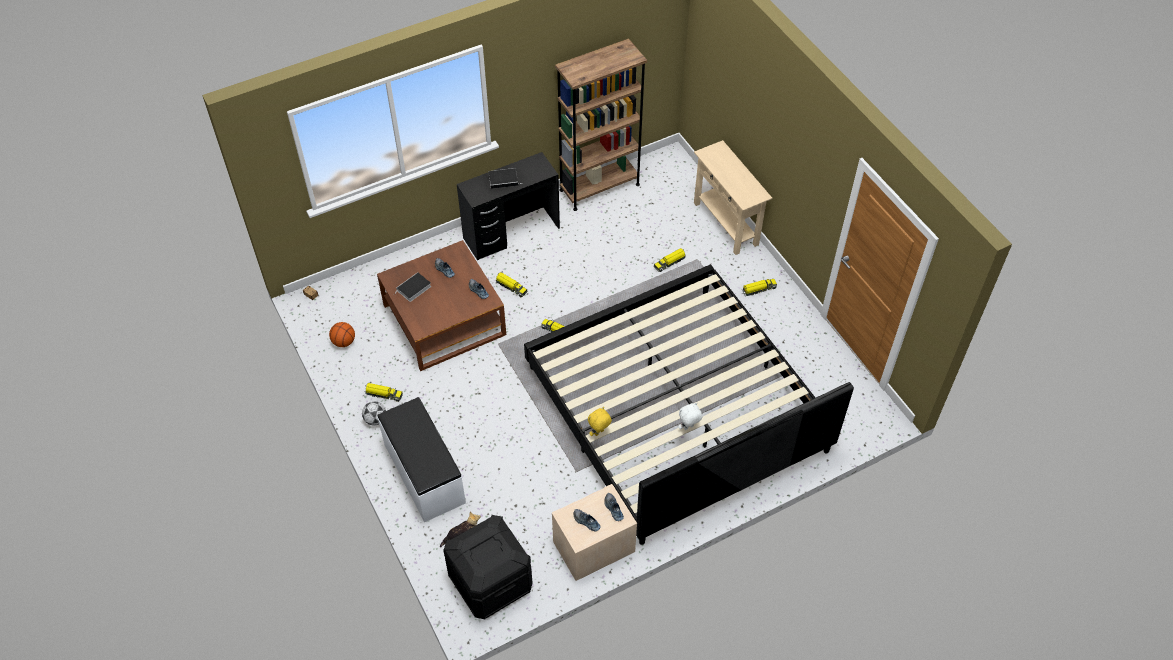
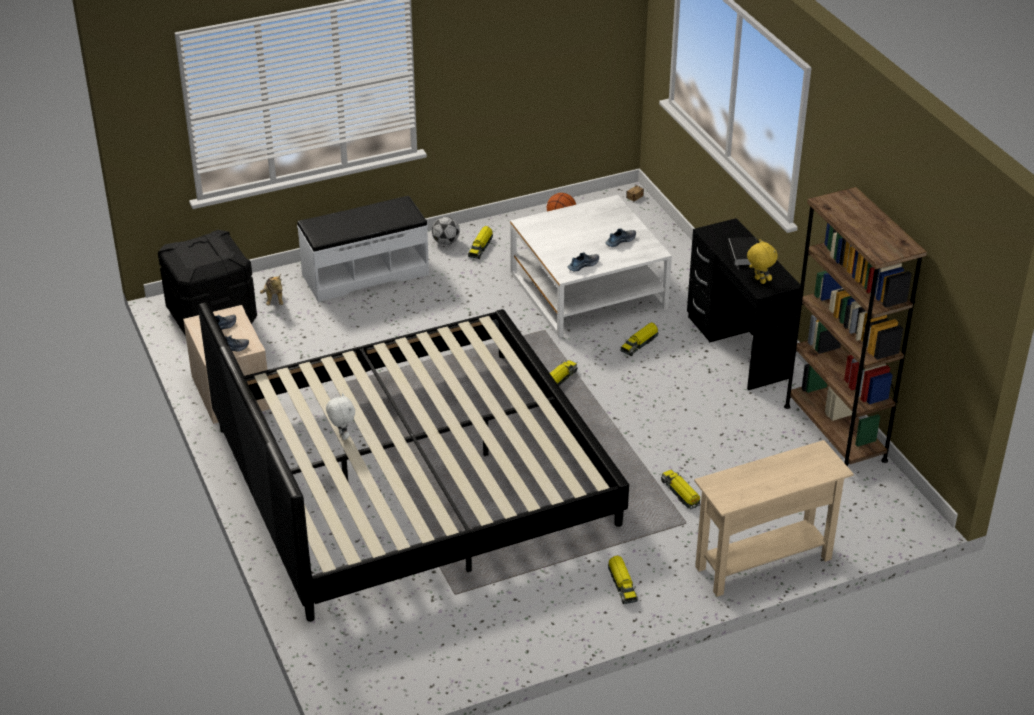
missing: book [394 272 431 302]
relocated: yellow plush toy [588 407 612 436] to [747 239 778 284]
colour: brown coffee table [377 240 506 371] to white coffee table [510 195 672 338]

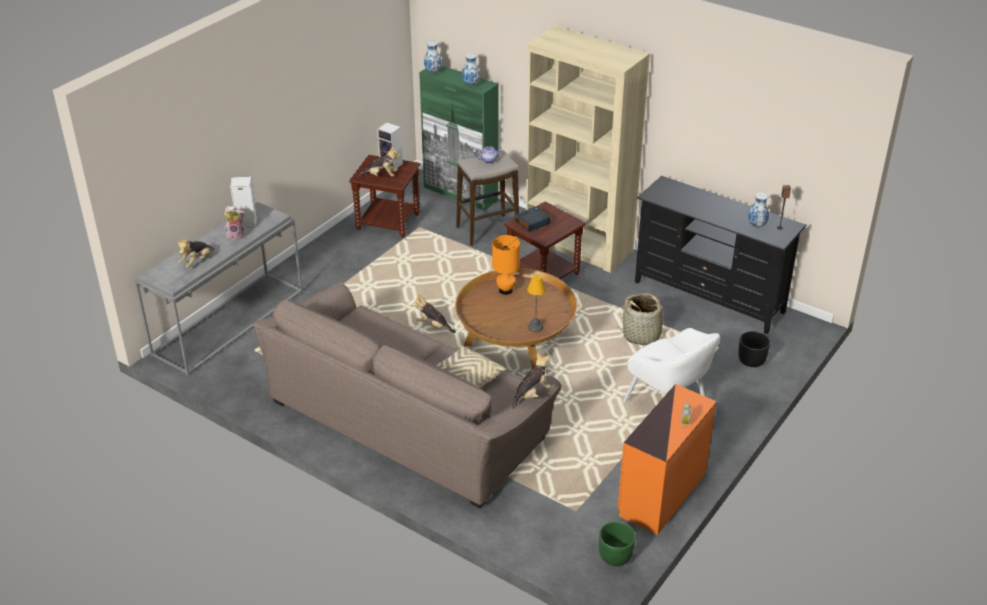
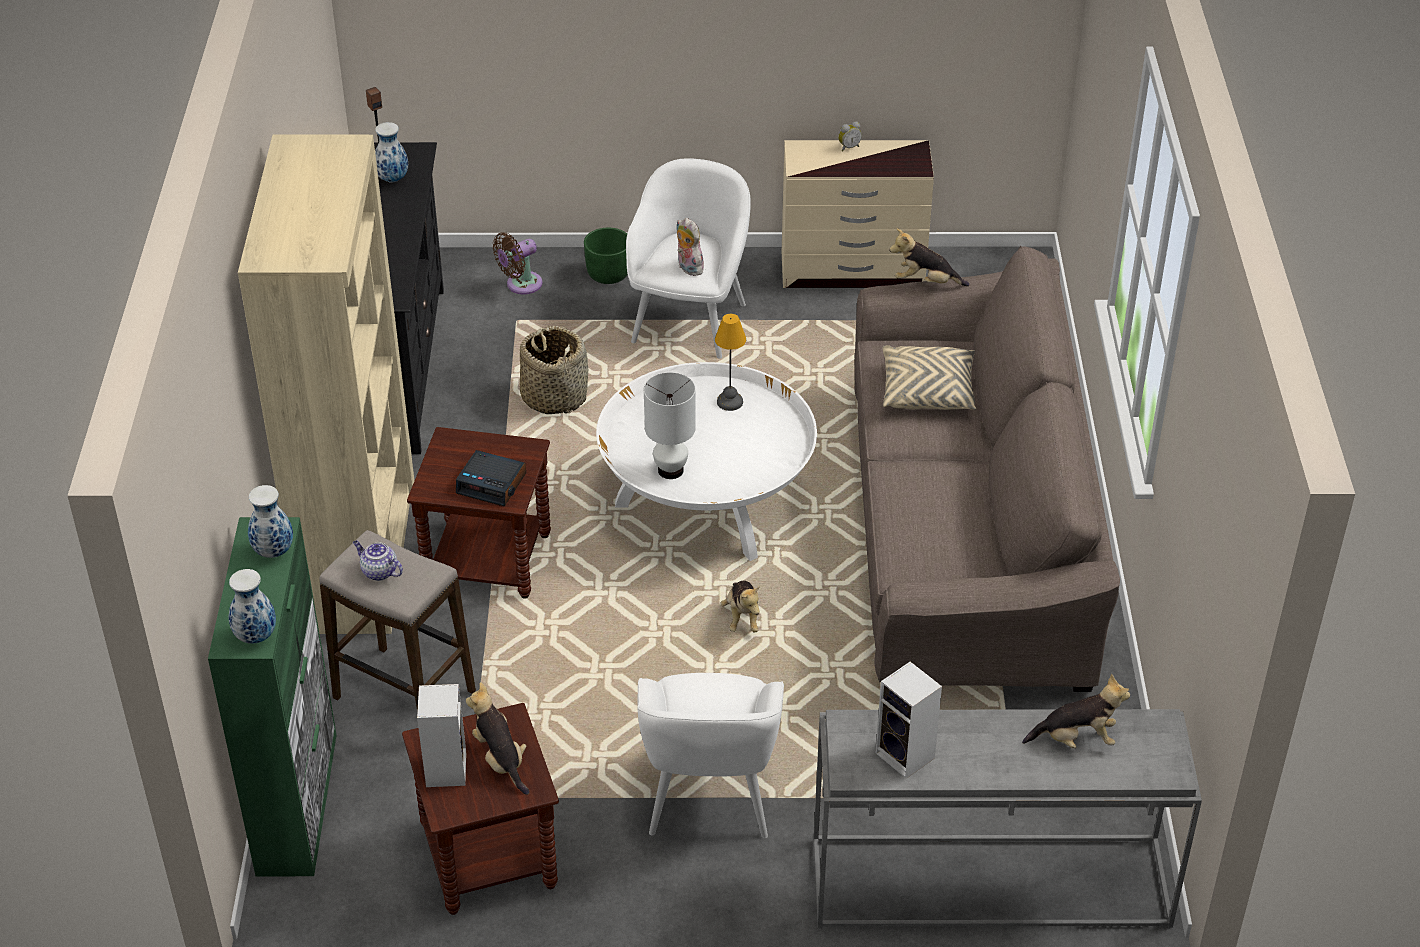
appeared: white armchair [637 673 784 838]
relocated: plush toy [224 206 245 240] to [677 218 704 276]; green planter [599 521 636 566] to [584 228 628 284]
exchanged: black planter [738 331 771 367] to brown fan [493 232 542 294]
colour: brown coffee table [455 268 577 368] to white coffee table [596 362 817 561]; orange table lamp [492 235 520 295] to white table lamp [644 372 696 479]; orange dresser [618 384 717 535] to beige dresser [782 140 934 288]

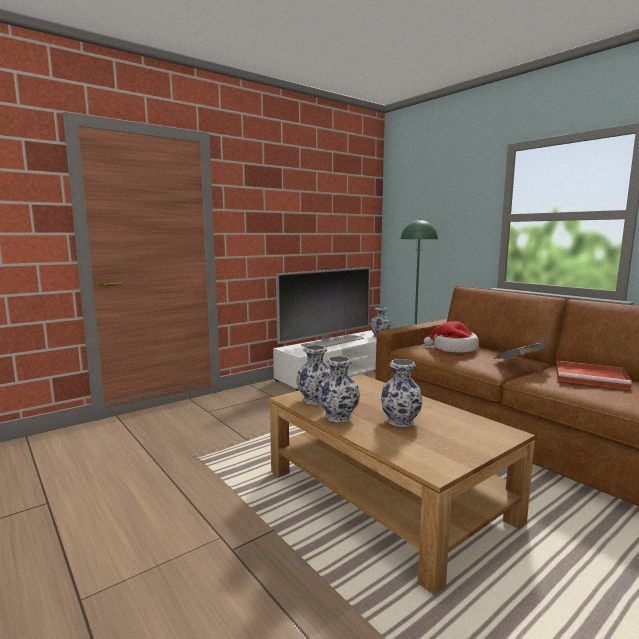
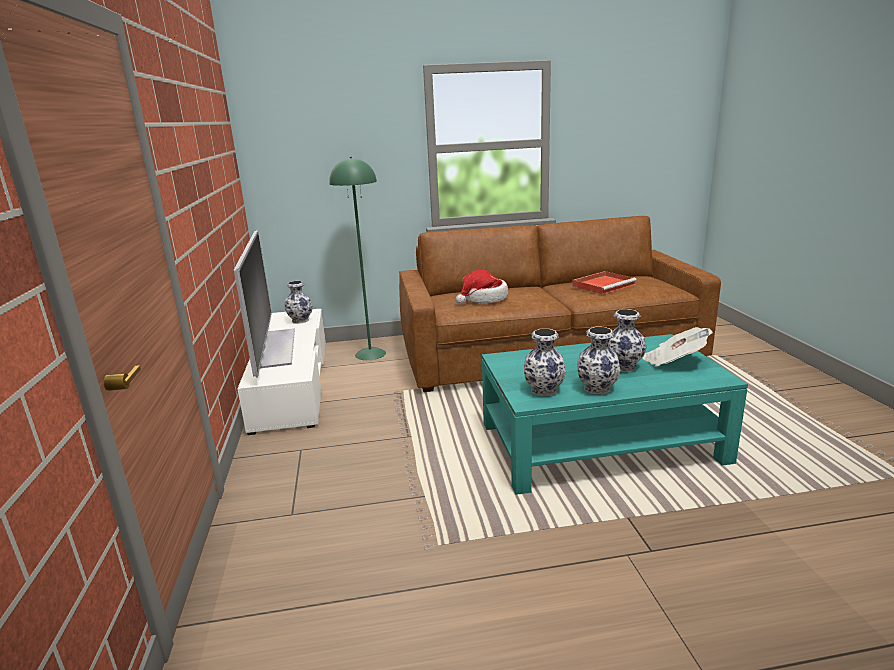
relocated: newspaper [493 342 550 359] to [642 327 713 367]
colour: brown coffee table [270 374 535 595] to turquoise coffee table [482 334 748 495]

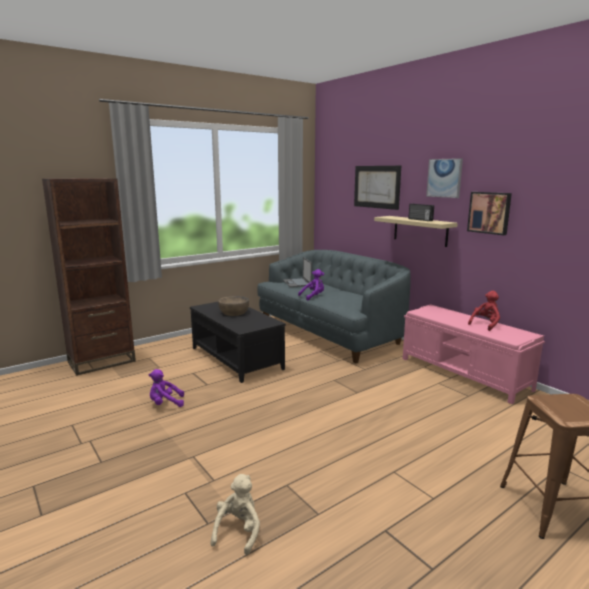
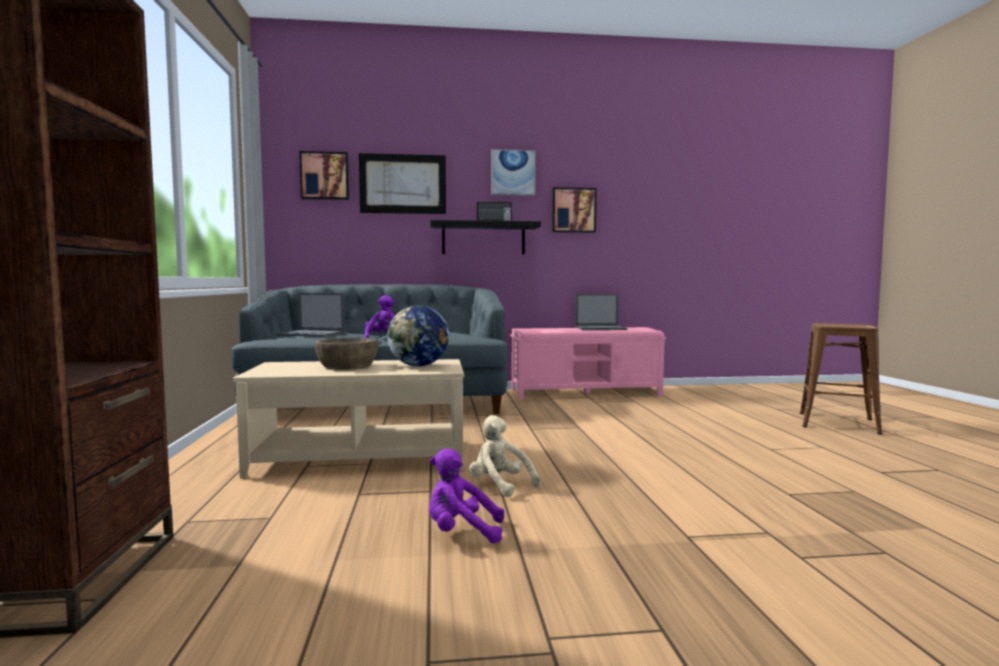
appeared: picture [299 151 349 200]; globe [387 306 449 366]
relocated: beige plush toy [211 474 260 555] to [469 415 540 497]
exchanged: red plush toy [468 291 500 331] to laptop [575 294 627 330]
colour: black coffee table [190 302 286 383] to beige coffee table [233 359 464 478]; beige shelf [374 216 458 247] to black shelf [430 220 541 254]
spun: purple plush toy [149 369 184 407] = [429 449 504 544] 75 degrees clockwise

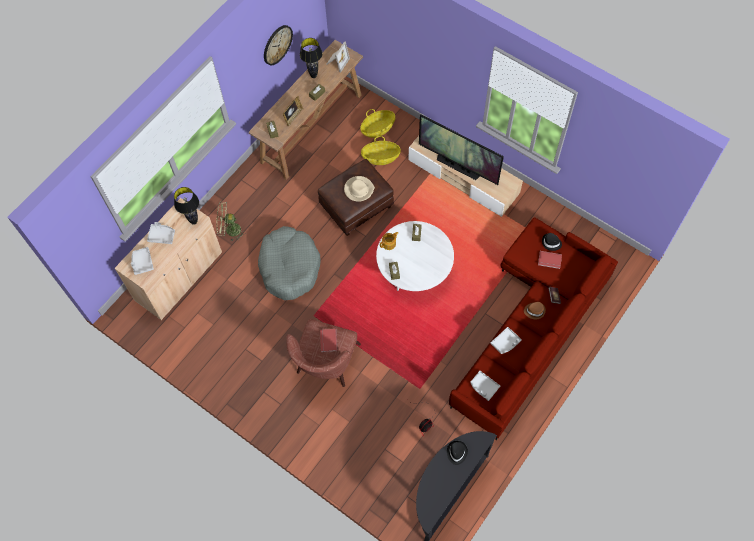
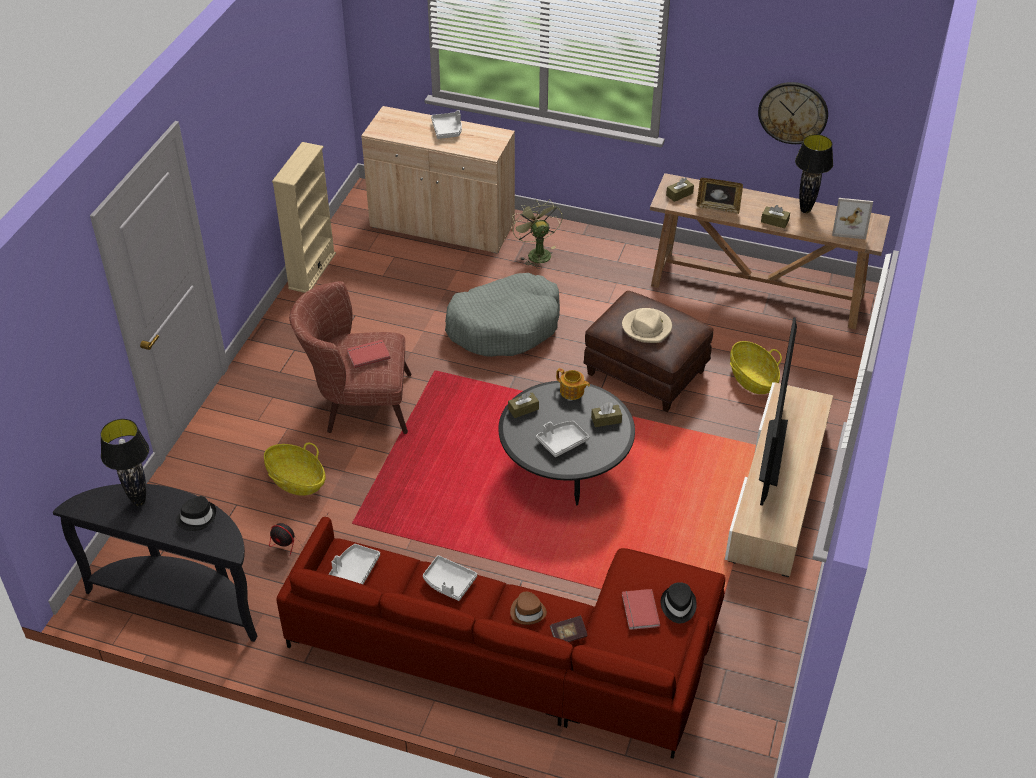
appeared: beige bookcase [272 142 336 293]
relocated: grey tray [131 247 154 275] to [536 421 589 457]; black table lamp [174 187 199 225] to [100 419 149 506]; basket [360 109 395 138] to [264 442 326 496]
colour: white coffee table [376 221 454 291] to black coffee table [498 381 635 505]

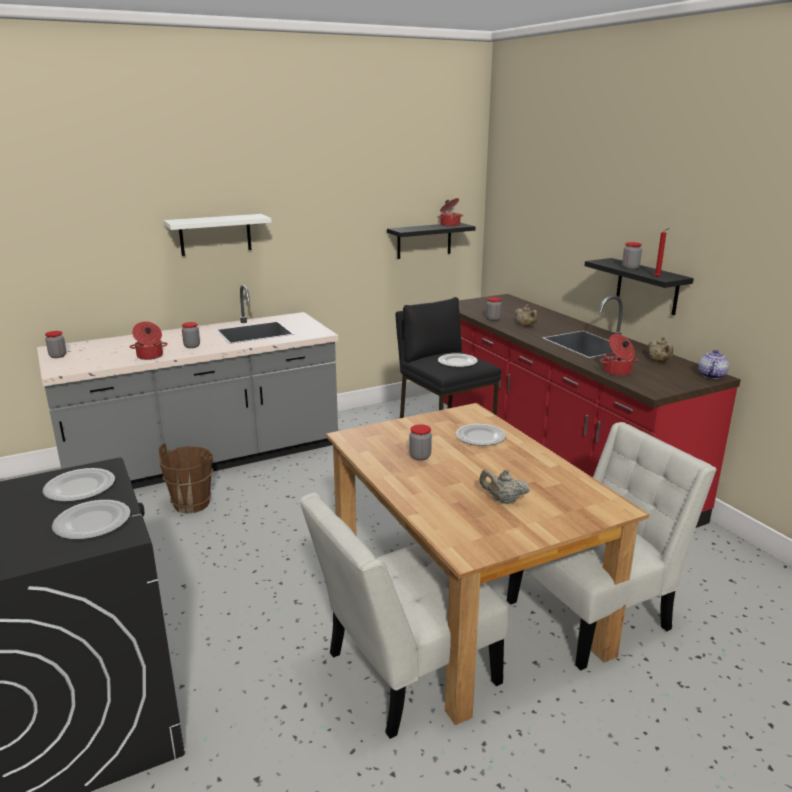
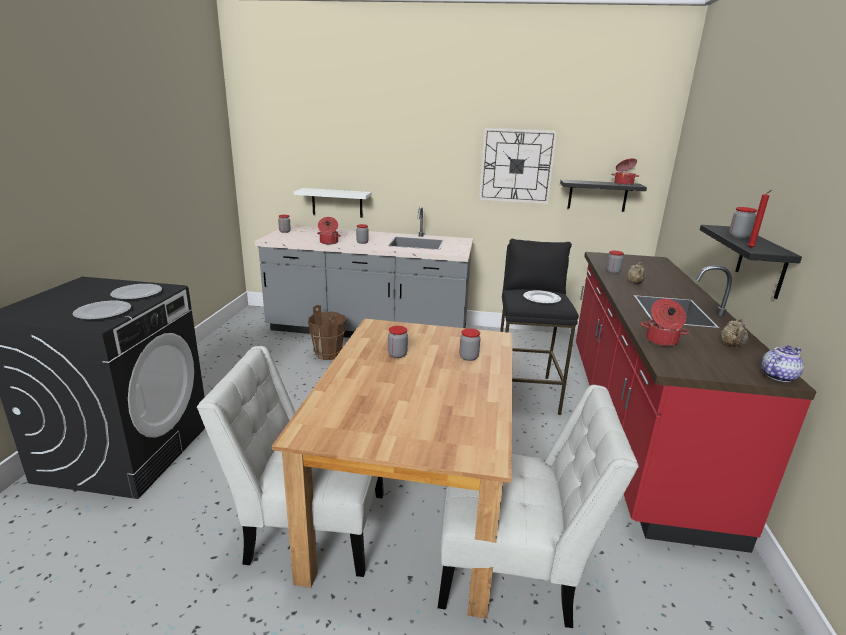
missing: beige teapot [479 469 530 504]
appeared: wall clock [479 128 557 204]
relocated: white shelf [164 214 272 256] to [294 188 372 218]
exchanged: plate [456 424 506 446] to jar [459 328 480 361]

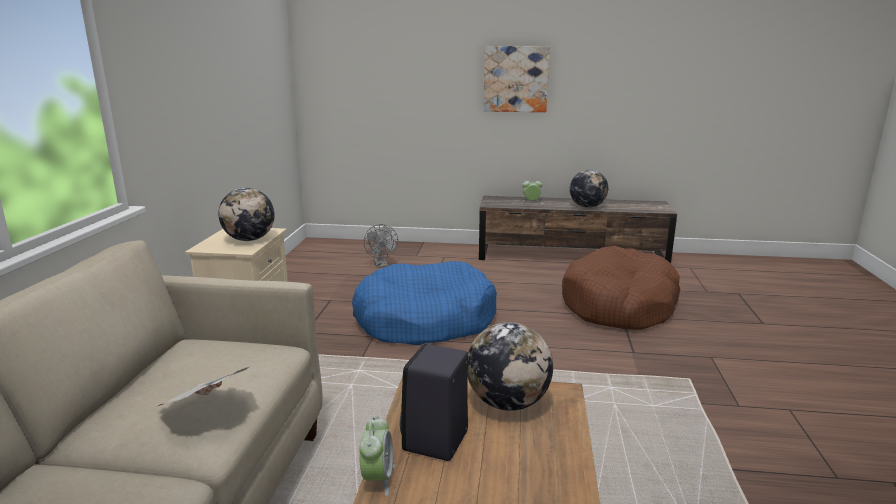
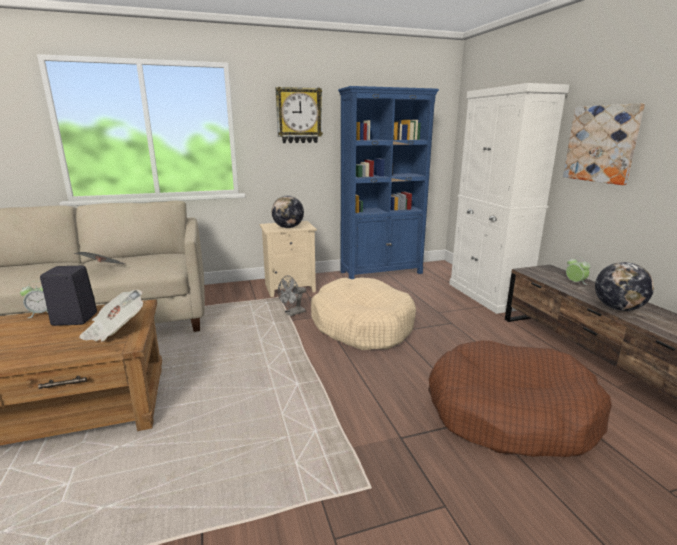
appeared: wall clock [276 87 323 143]; blue bookcase [338 86 439 279]; white cabinet [449 83 569 314]
relocated: grey fan [364 224 398 268] to [278 275 306 316]
exchanged: globe [468 322 553 411] to newspaper [79 290 143 342]
colour: blue dog bed [352 261 497 345] to beige dog bed [311 277 416 350]

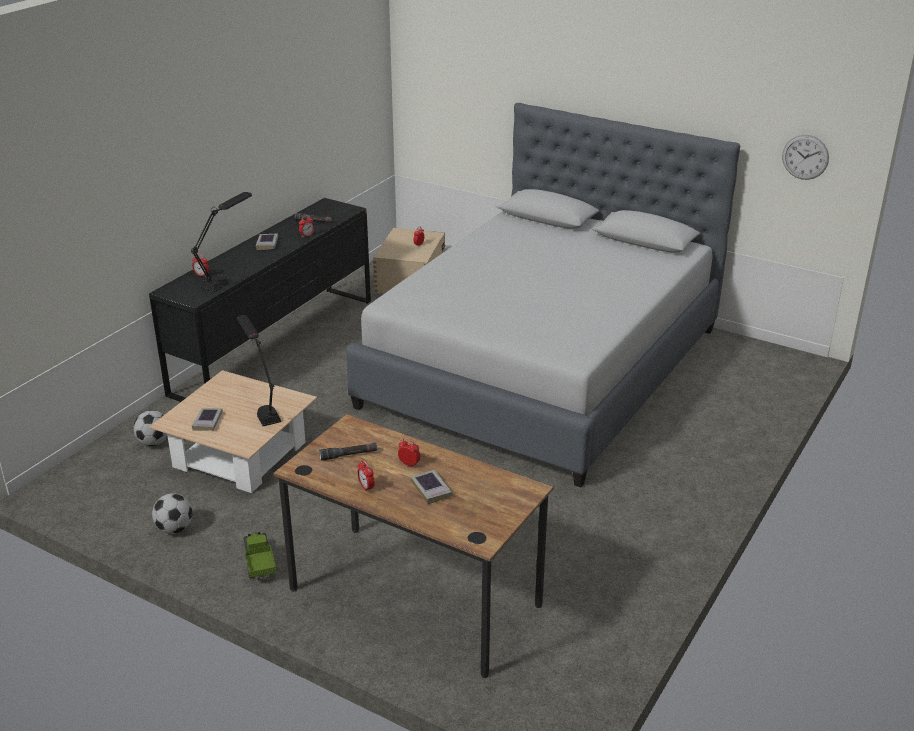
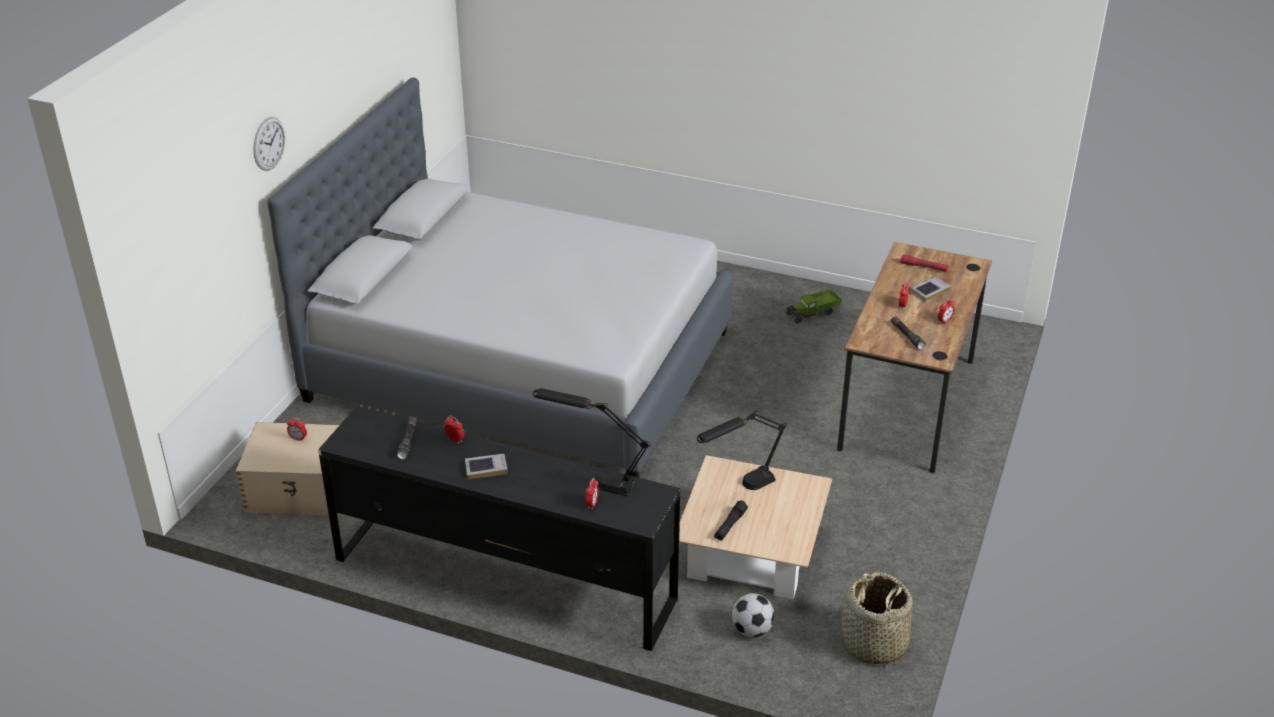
missing: football [152 493 193 534]; book [192 408 223 431]
appeared: black flashlight [714 500 748 541]; basket [842 572 913 666]; red flashlight [901 255 949 272]
relocated: toy truck [241 532 277 581] to [785 289 841 324]; wall clock [782 135 829 180] to [253 117 285 171]

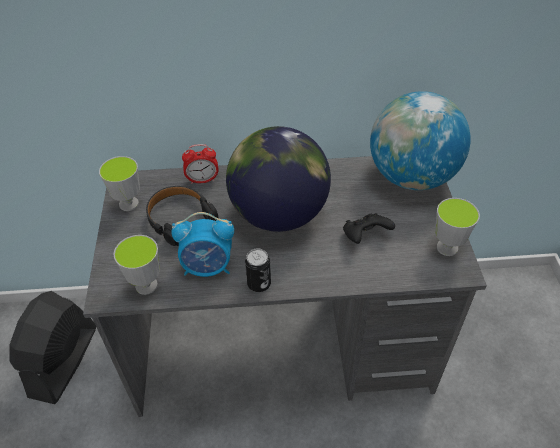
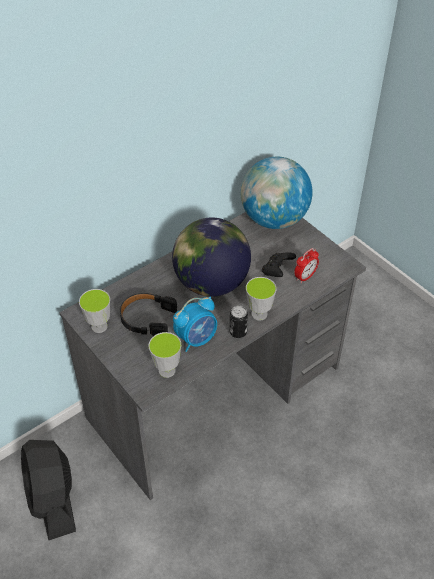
relocated: alarm clock [182 144 219 184] to [294 248 319 283]; cup [435 198 480 256] to [246 277 276 321]

